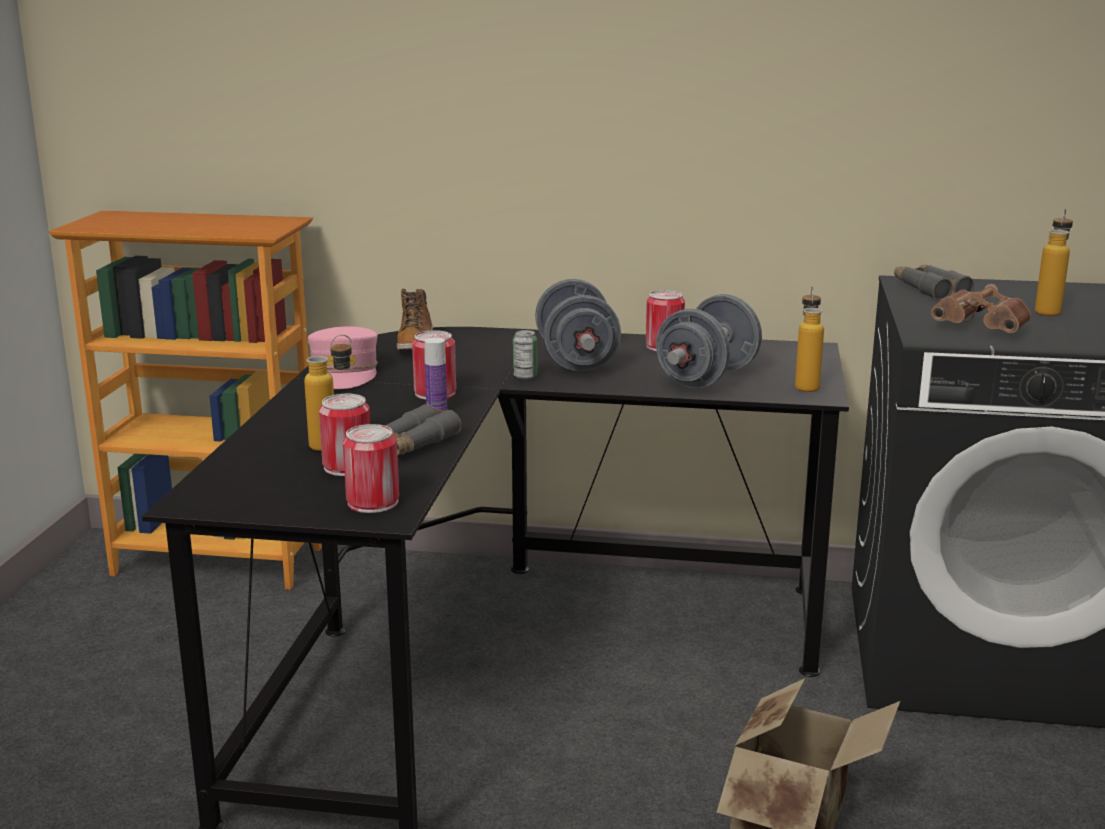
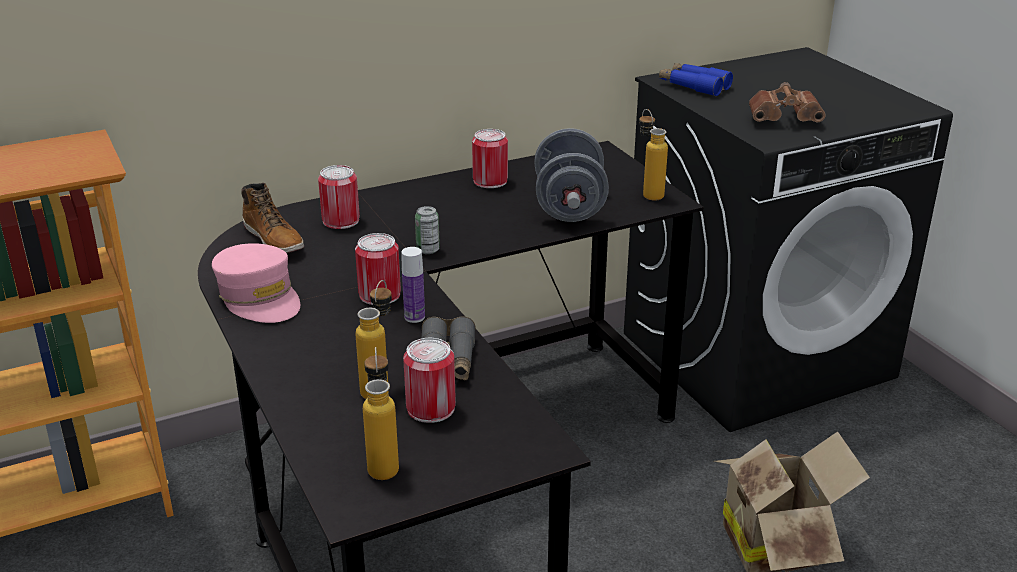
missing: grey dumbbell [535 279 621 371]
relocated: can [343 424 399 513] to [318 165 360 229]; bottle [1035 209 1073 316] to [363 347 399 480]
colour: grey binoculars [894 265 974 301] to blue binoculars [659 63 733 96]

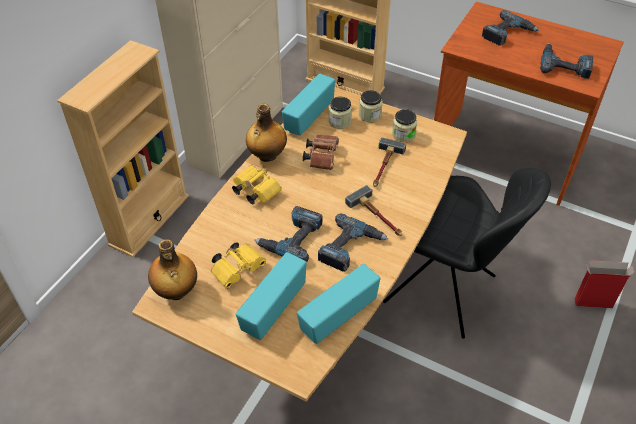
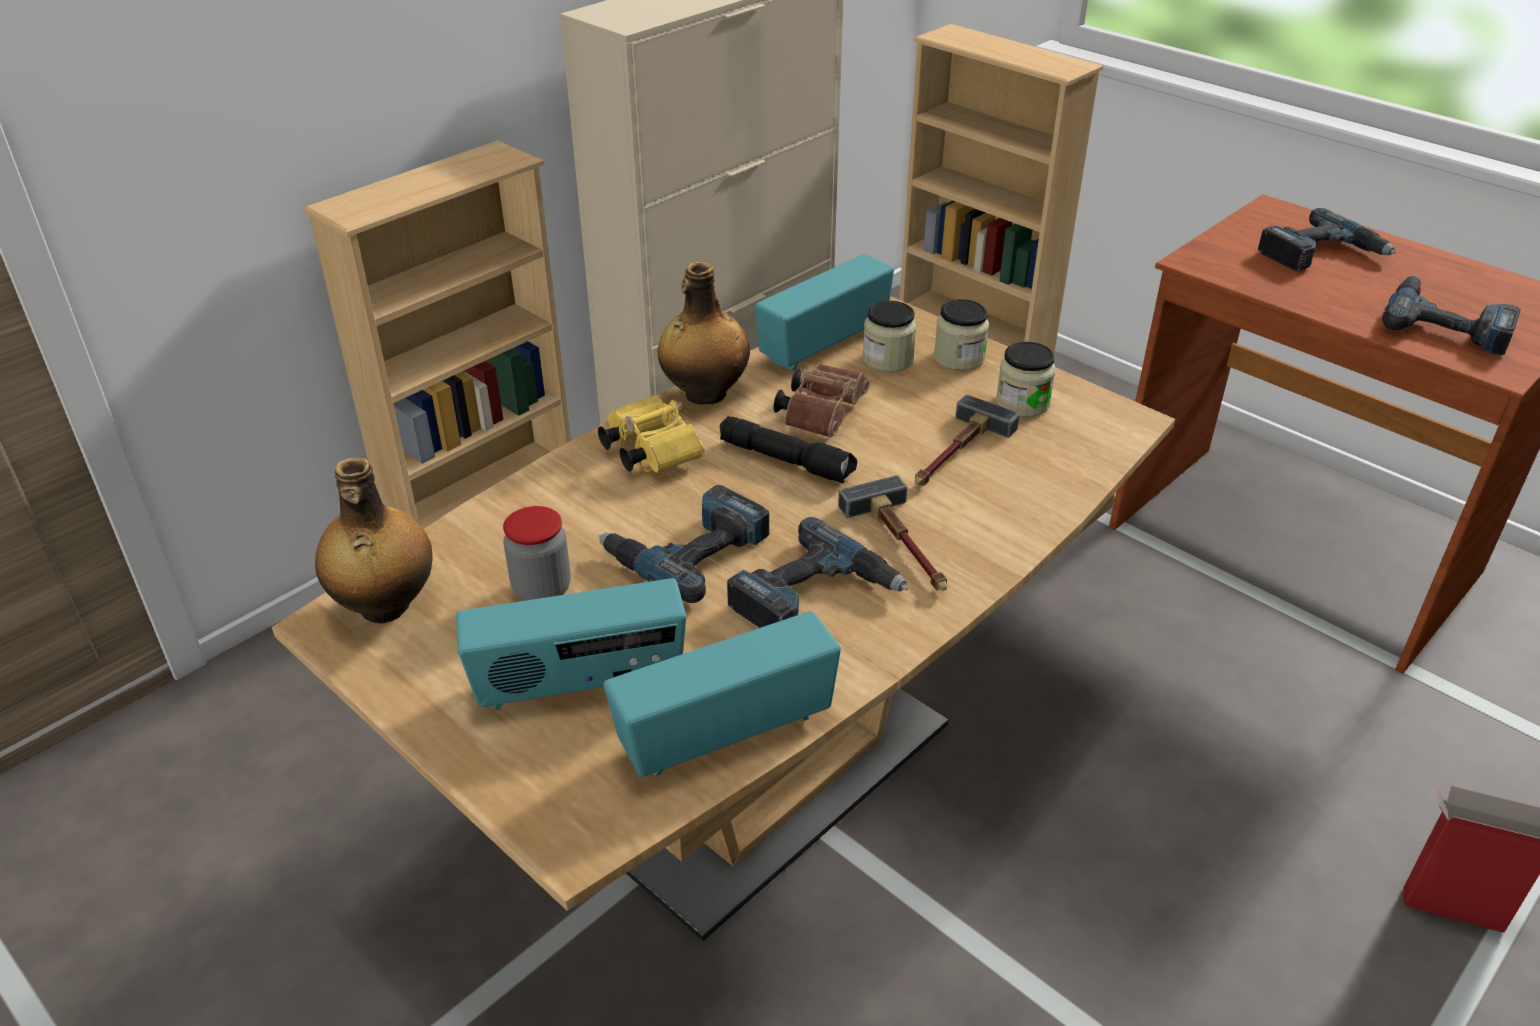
missing: black chair [383 168 551 339]
appeared: black flashlight [720 416 857 483]
exchanged: yellow binoculars [211 242 266 288] to jar [503 506 571 601]
spun: radio [236 252 307 340] = [456 578 686 710] 150 degrees counterclockwise

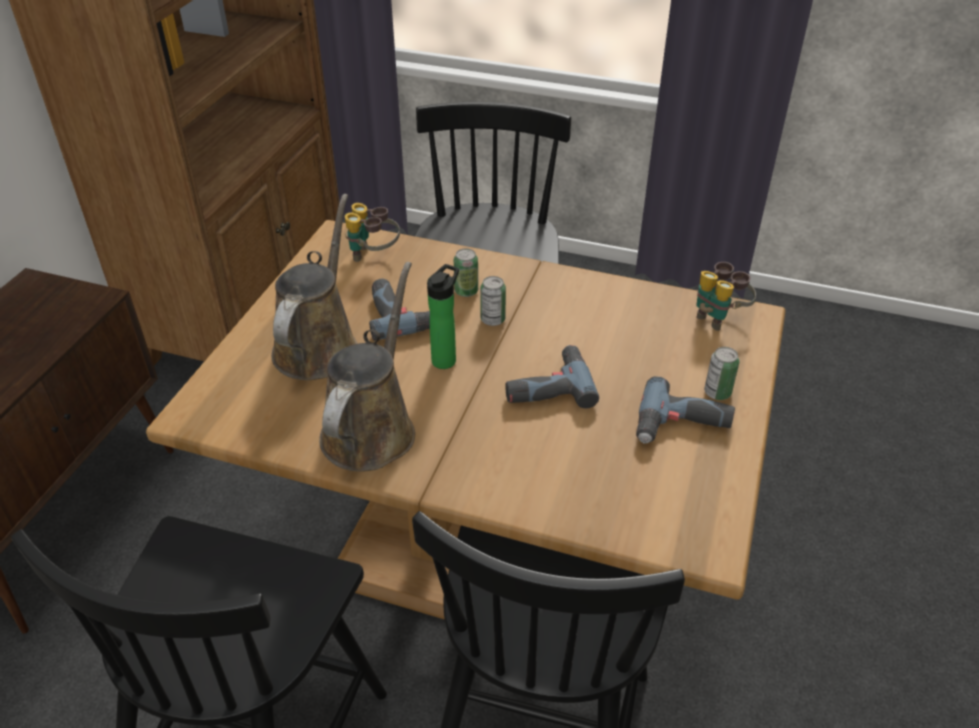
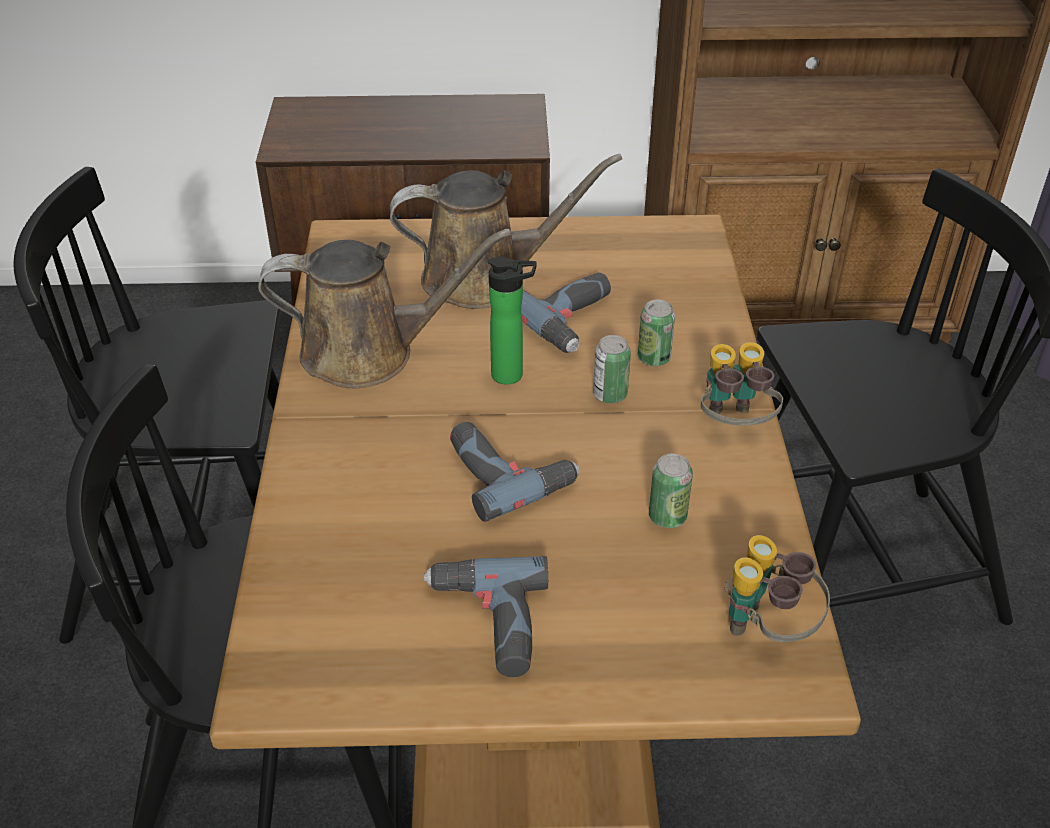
relocated: binoculars [345 203 400 262] to [701 342 783 426]; can [704 347 740 400] to [649 454 693 528]

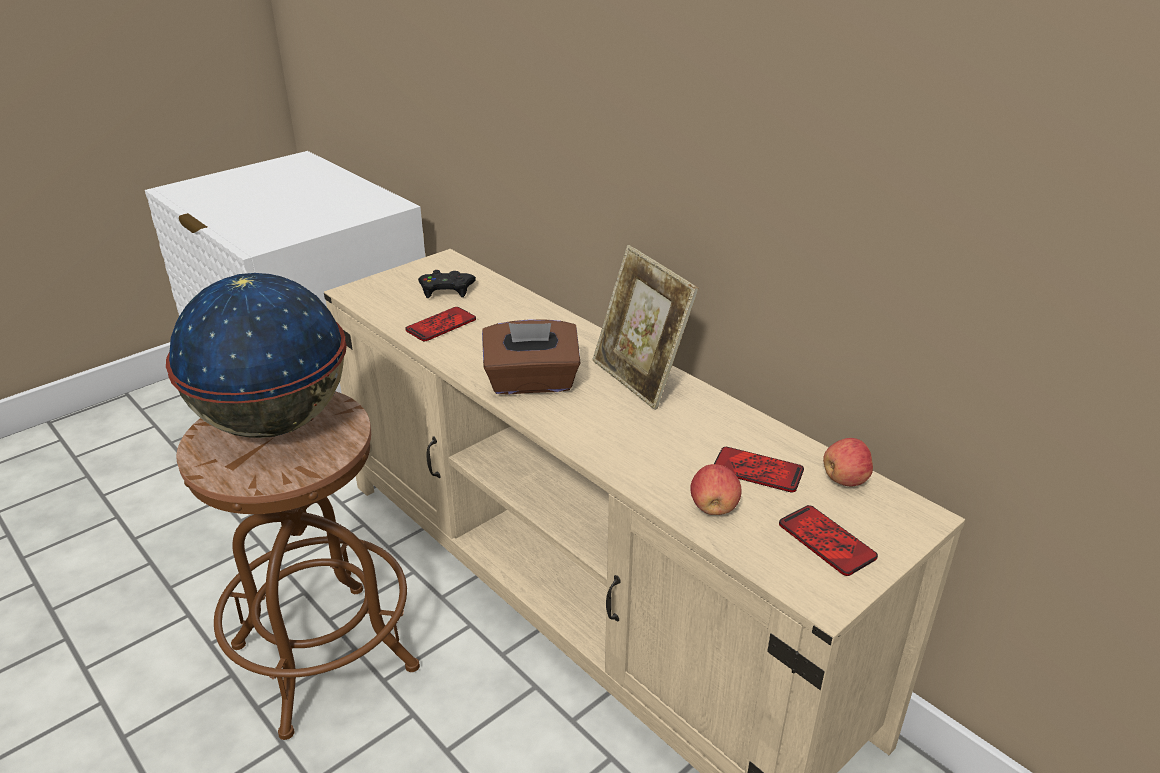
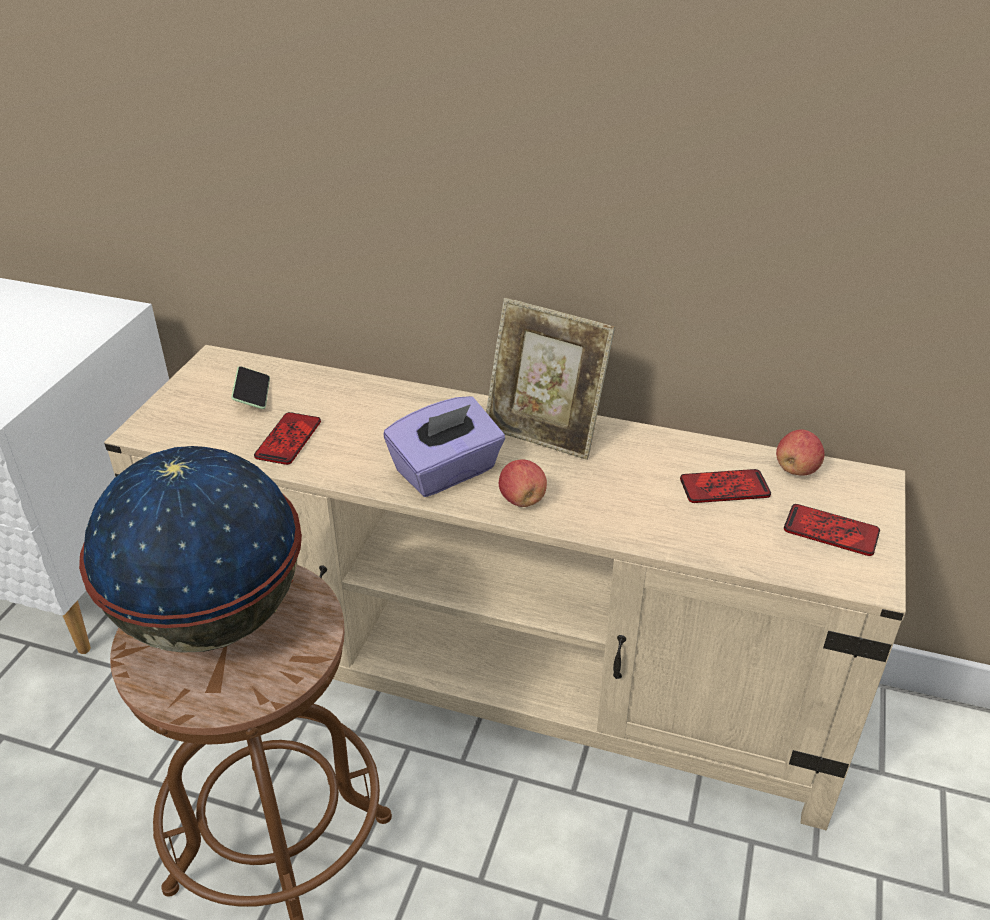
relocated: apple [690 464 741 515] to [499 460 547 507]
exchanged: black game controller [418 270 476 298] to phone [231 366 270 409]
colour: brown tissue box [482 319 580 394] to purple tissue box [383 396 505 497]

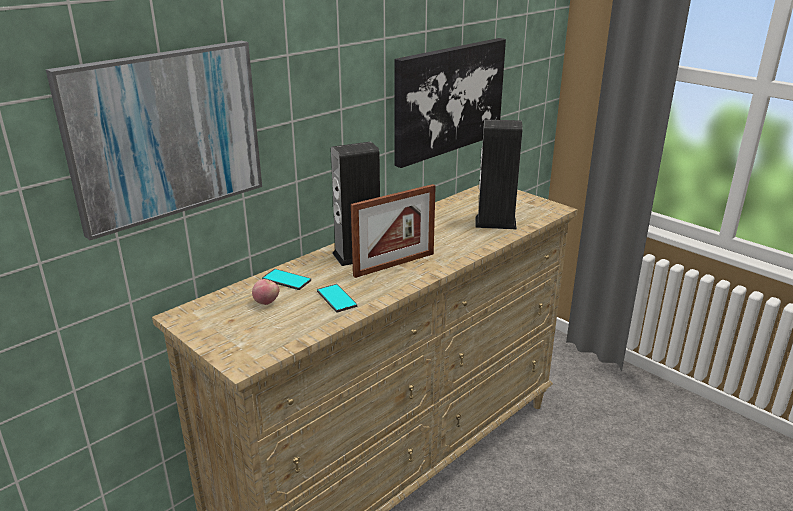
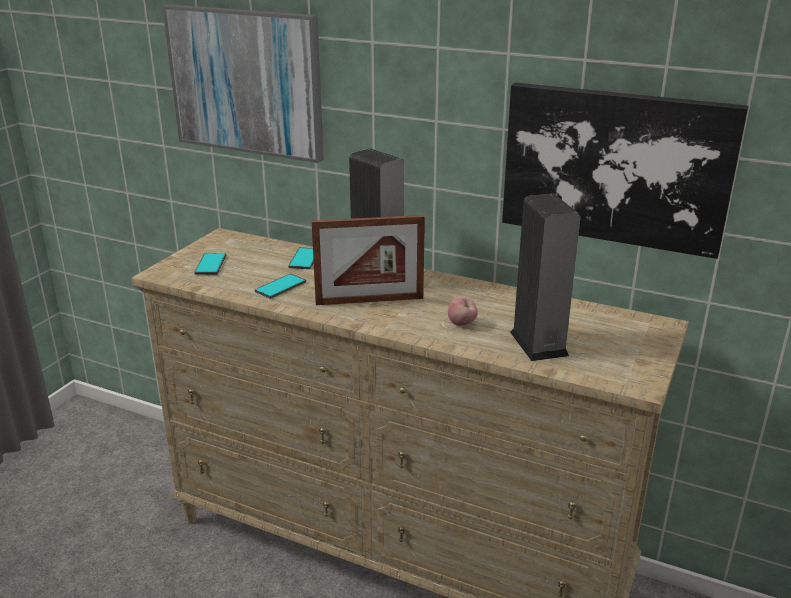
appeared: phone [194 253 226 275]
relocated: apple [252 279 280 305] to [448 297 478 326]
spun: picture frame [351 184 436 278] = [311 215 425 305] 45 degrees counterclockwise

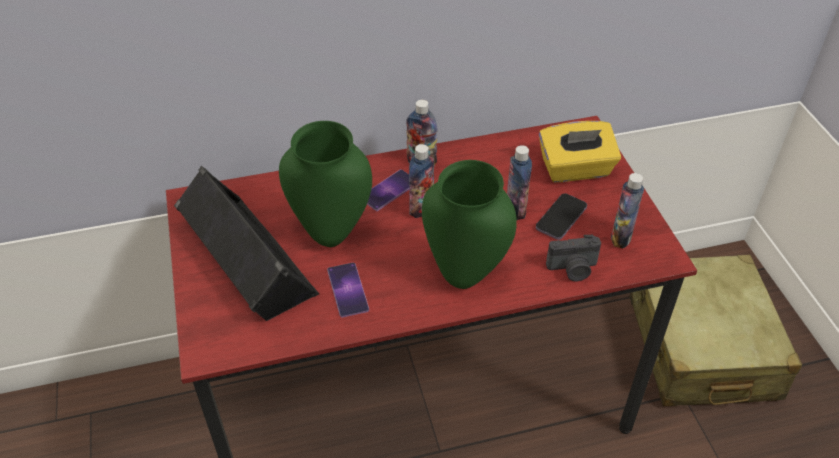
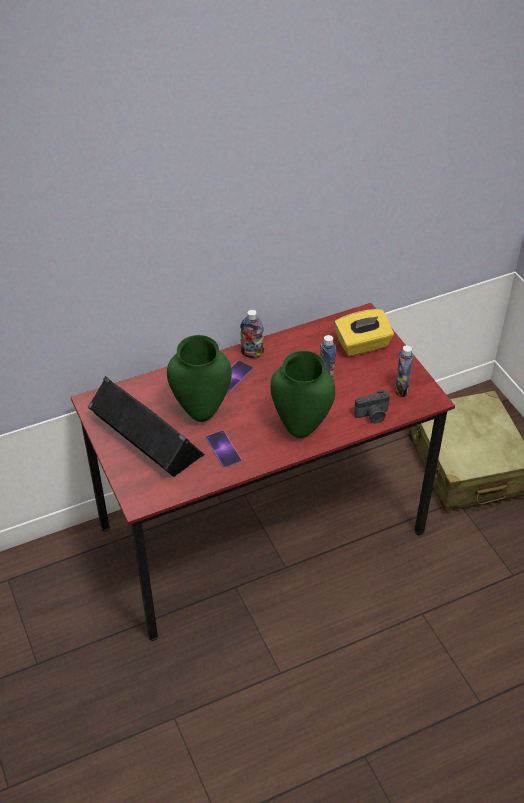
missing: bottle [409 144 434 218]; phone [536 193 587 240]

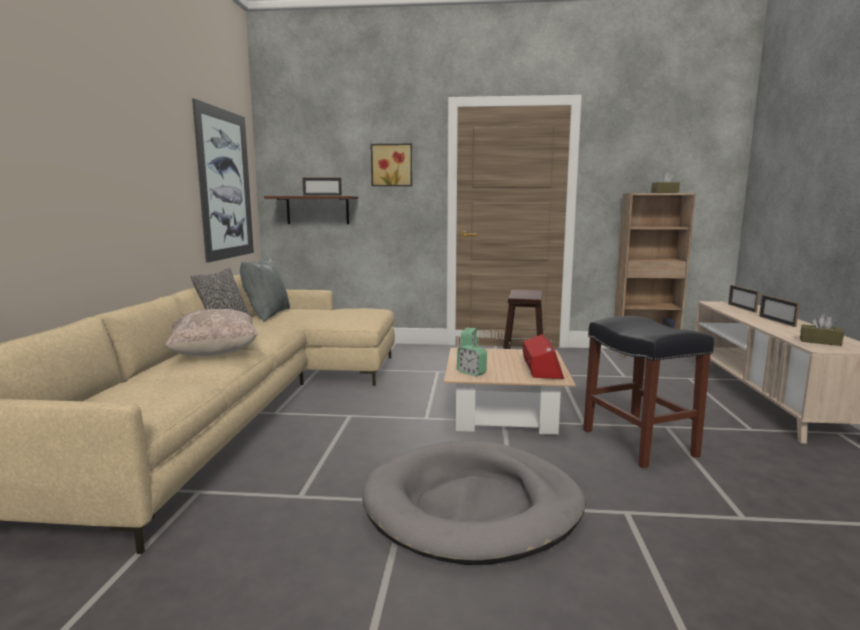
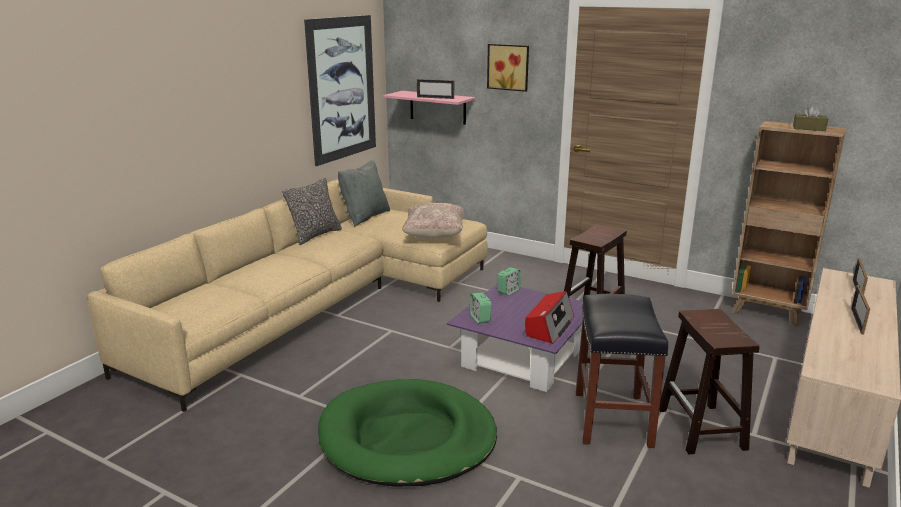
missing: brown tissue box [800 314 844 346]
appeared: brown stool [659 309 759 454]
relocated: beige pillow [165 309 258 356] to [402 203 466 238]
colour: brown shelf [264 196 359 224] to pink shelf [383 91 475 125]; grey dog bed [362 441 585 565] to green dog bed [318 379 497 486]; beige coffee table [444 348 576 435] to purple coffee table [447 283 583 392]

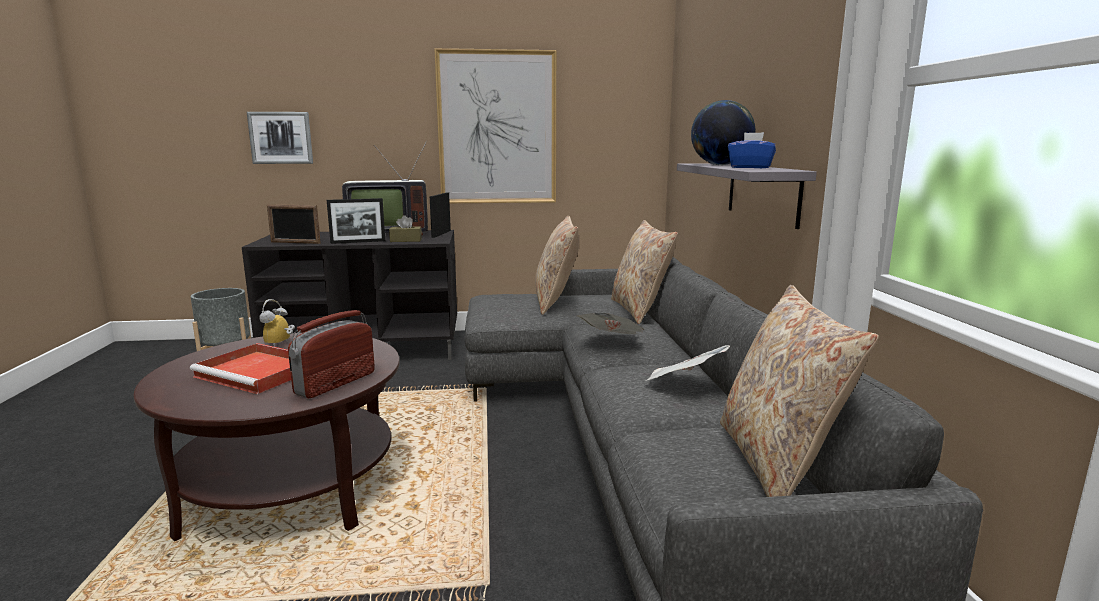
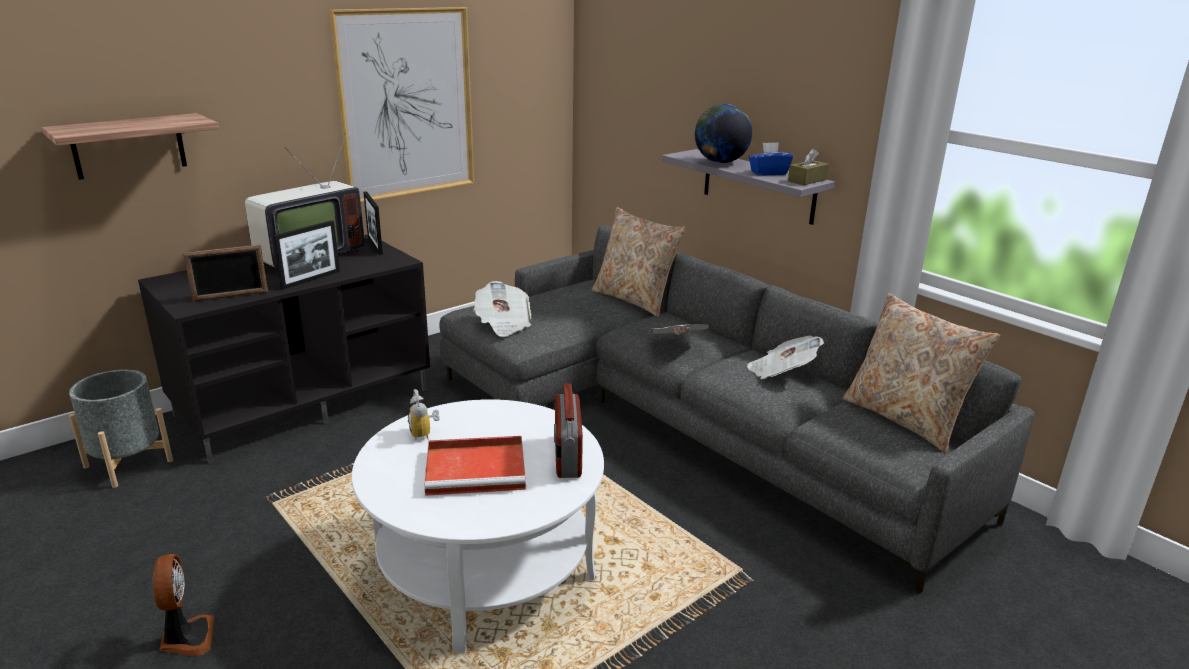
missing: beige pillow [535 216 579 315]
appeared: fan [153 554 214 656]; newspaper [474 281 531 337]
relocated: brown tissue box [389 215 422 242] to [788 149 829 185]
exchanged: picture [247 112 313 164] to shelf [42 113 219 180]
colour: brown coffee table [134 333 400 541] to white coffee table [352 399 604 654]

